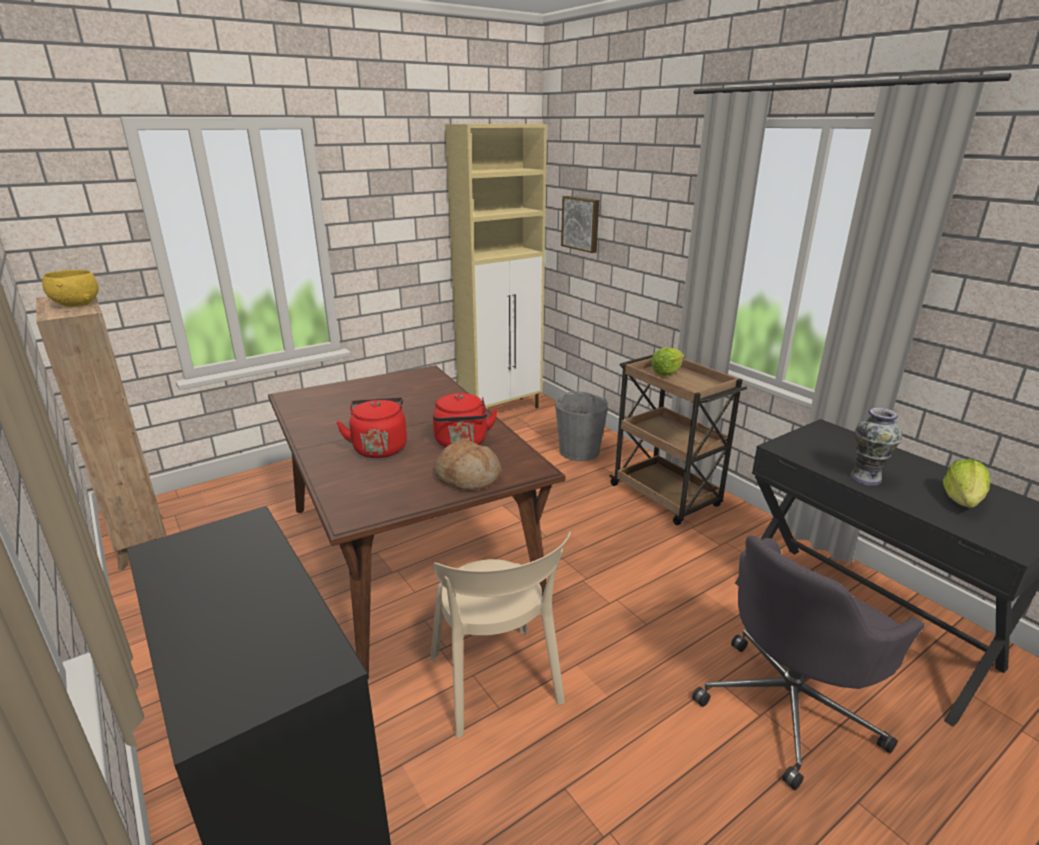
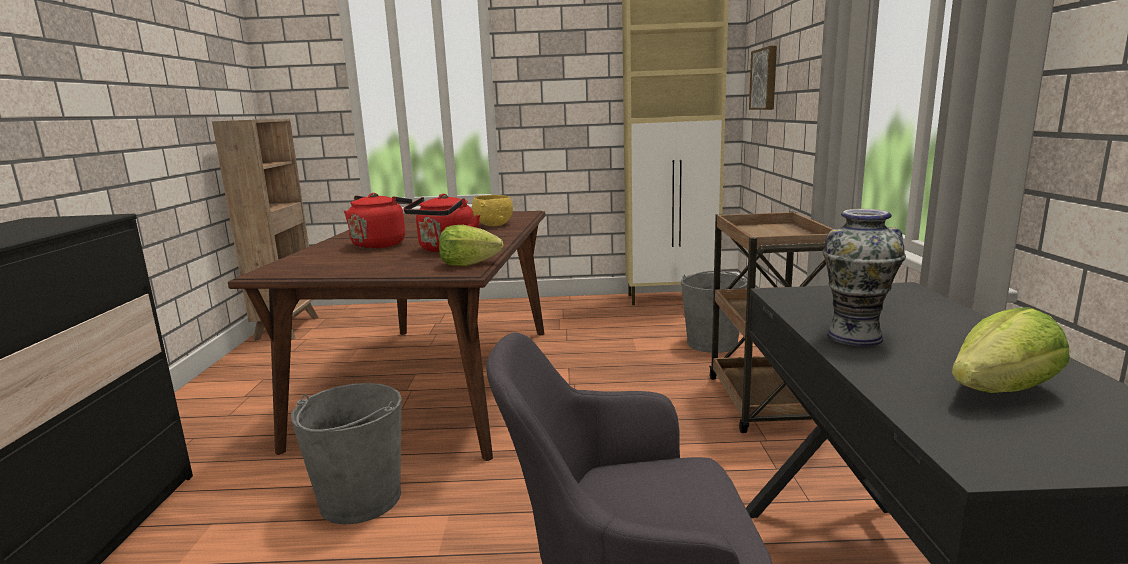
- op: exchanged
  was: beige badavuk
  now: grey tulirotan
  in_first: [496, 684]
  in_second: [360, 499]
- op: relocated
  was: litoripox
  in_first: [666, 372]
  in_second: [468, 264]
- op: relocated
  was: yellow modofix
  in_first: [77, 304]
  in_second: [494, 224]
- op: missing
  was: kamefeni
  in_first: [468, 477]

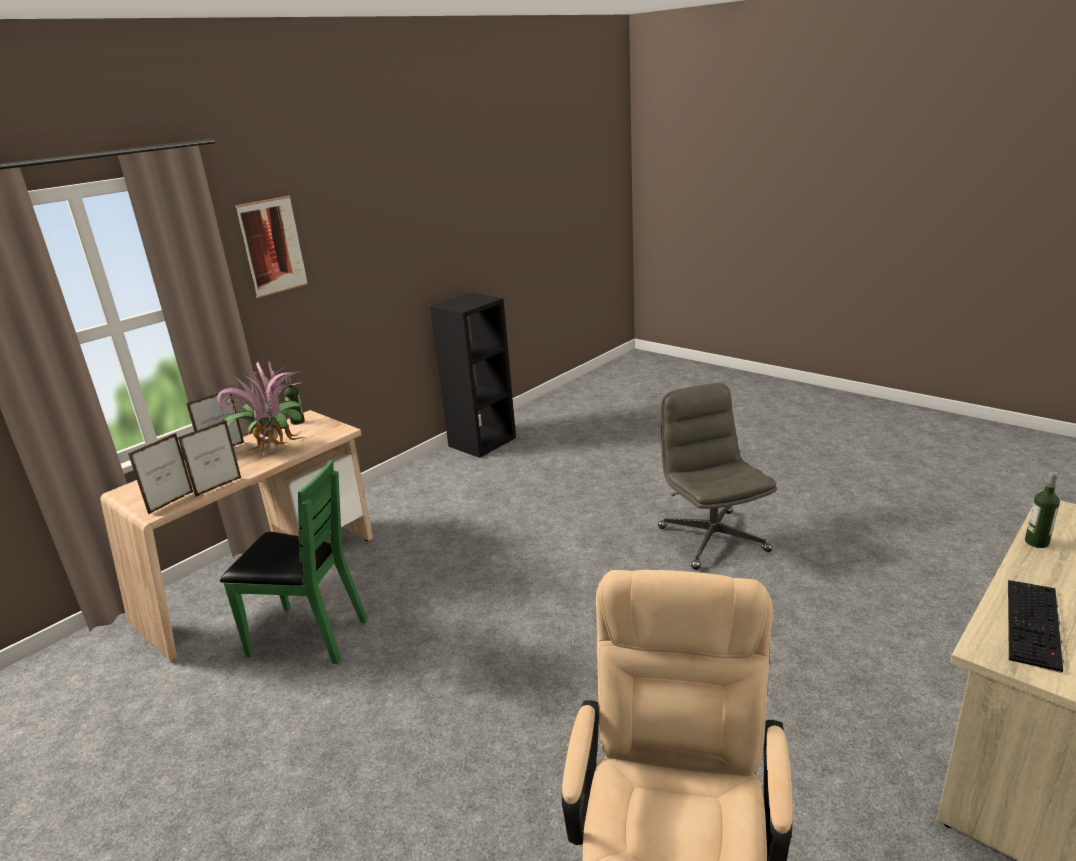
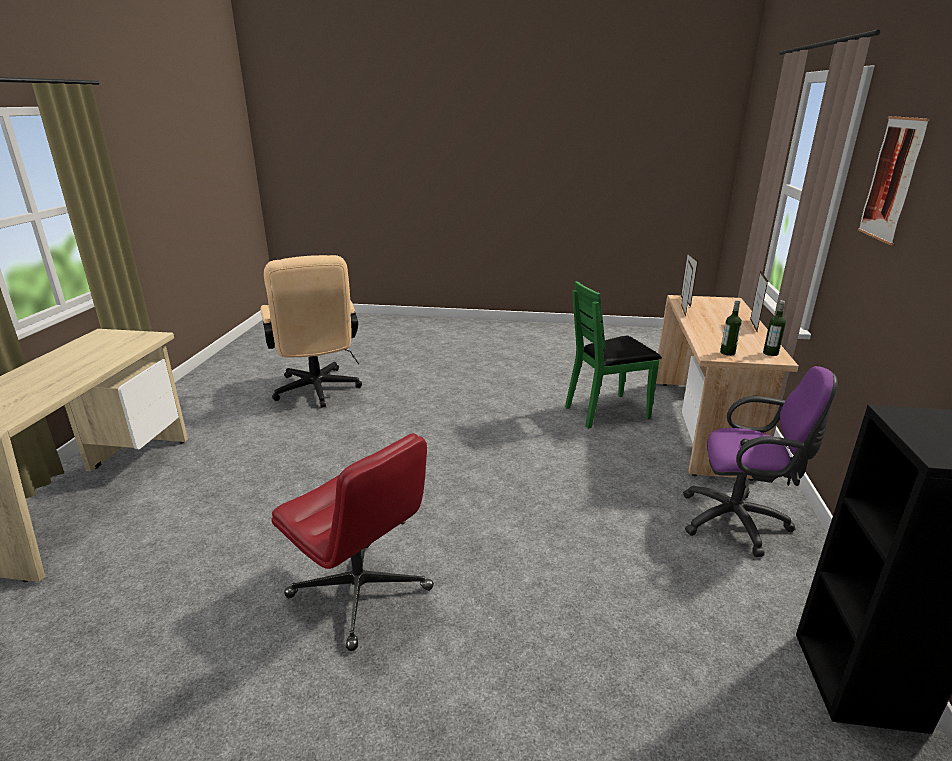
- op: colour
  was: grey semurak
  now: red semurak
  in_first: [711, 538]
  in_second: [361, 593]
- op: appeared
  now: purple semurak
  in_second: [740, 522]
- op: relocated
  was: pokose
  in_first: [1036, 542]
  in_second: [727, 353]
- op: missing
  was: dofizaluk
  in_first: [272, 451]
- op: missing
  was: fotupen
  in_first: [1035, 625]

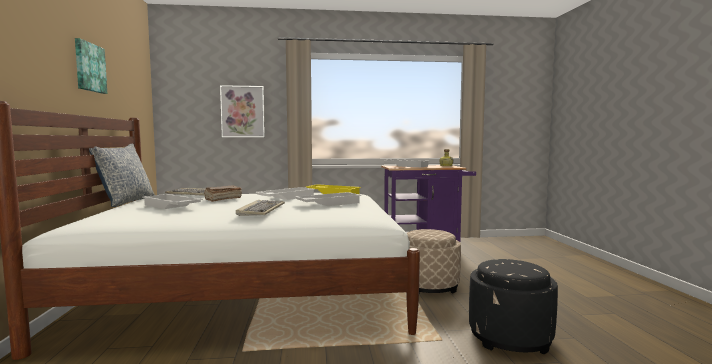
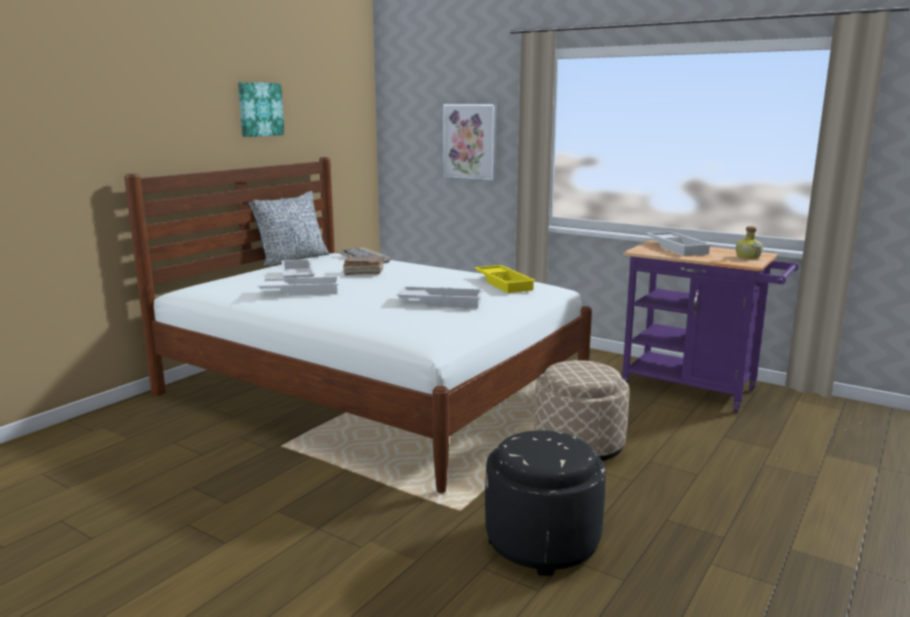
- op: relocated
  was: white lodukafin
  in_first: [286, 197]
  in_second: [301, 291]
- op: missing
  was: fotupen
  in_first: [261, 210]

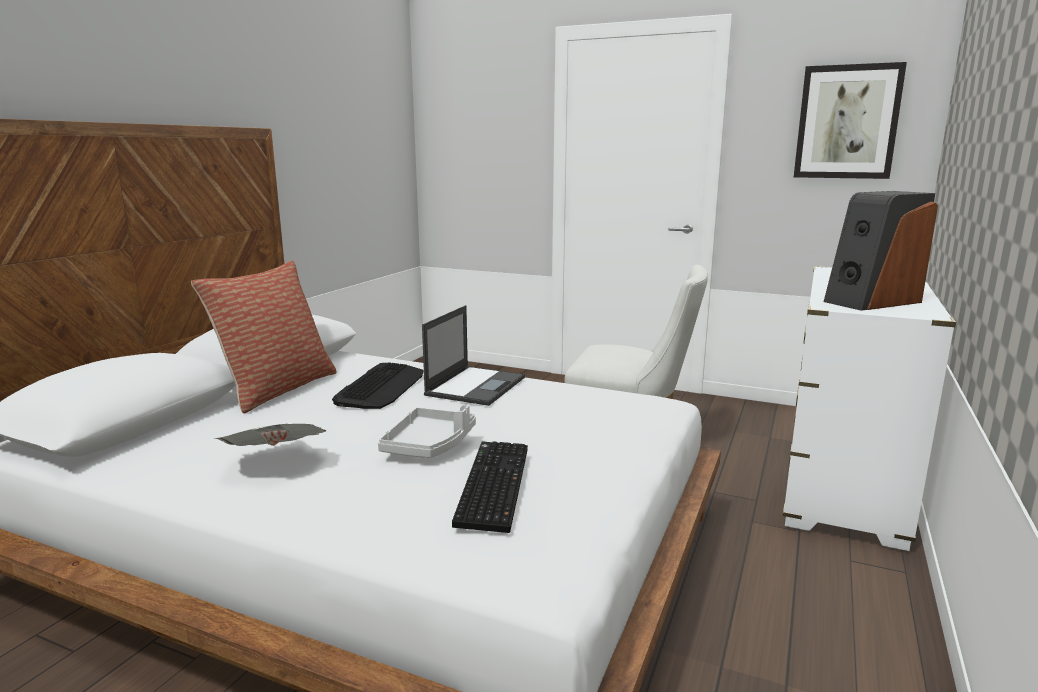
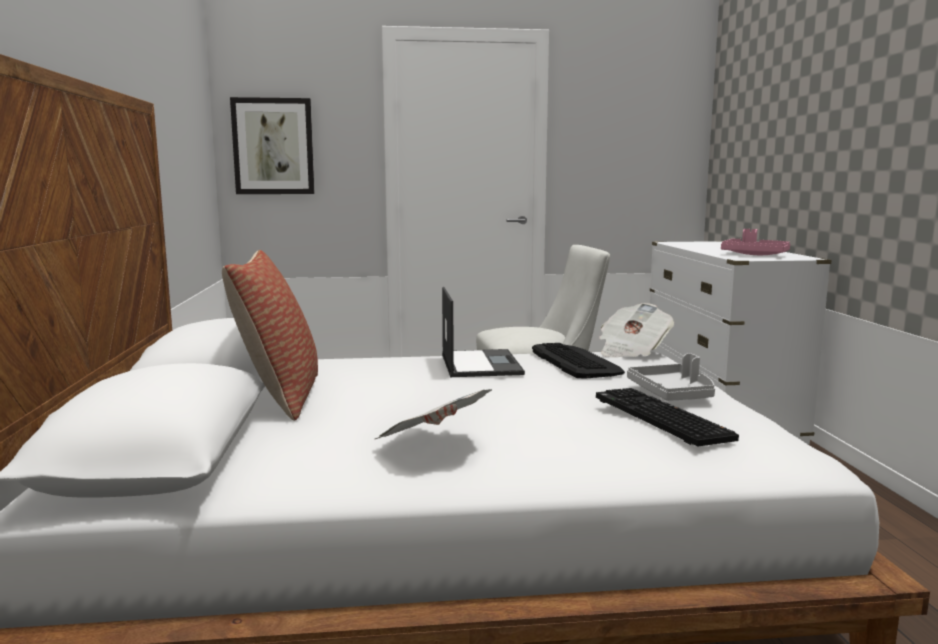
- op: relocated
  was: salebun
  in_first: [847, 122]
  in_second: [273, 146]
- op: relocated
  was: fotupen
  in_first: [381, 387]
  in_second: [575, 362]
- op: appeared
  now: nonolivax
  in_second: [631, 351]
- op: relocated
  was: grey lodukafin
  in_first: [430, 445]
  in_second: [673, 394]
- op: exchanged
  was: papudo
  now: pink lodukafin
  in_first: [871, 301]
  in_second: [754, 255]

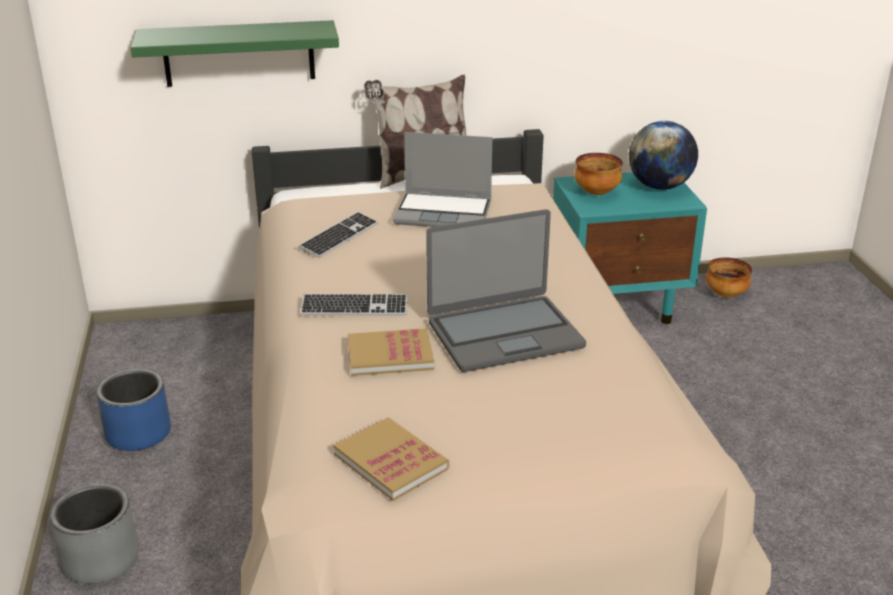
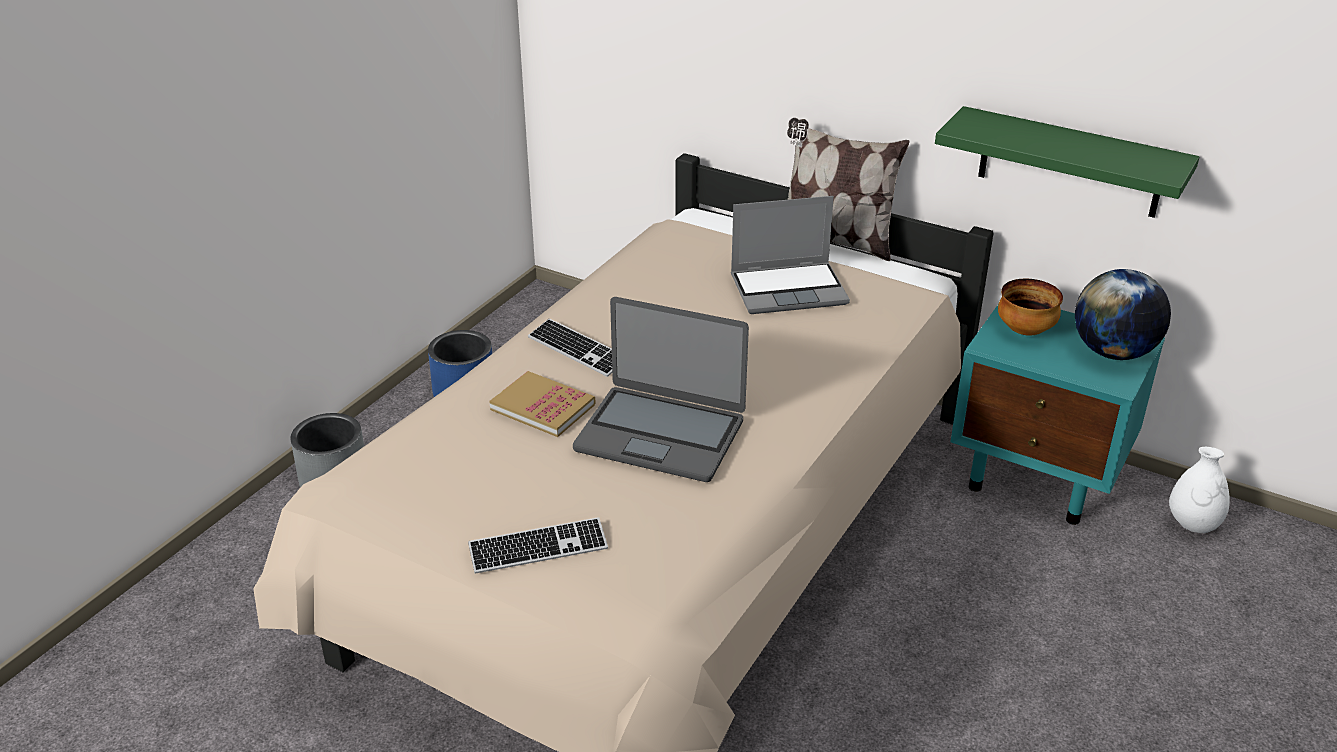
- op: relocated
  was: fotupen
  in_first: [339, 237]
  in_second: [538, 548]
- op: spun
  was: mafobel
  in_first: [444, 213]
  in_second: [789, 289]
  clockwise: -60
- op: relocated
  was: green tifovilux
  in_first: [239, 53]
  in_second: [1070, 163]
- op: exchanged
  was: modofix
  now: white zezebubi
  in_first: [725, 294]
  in_second: [1192, 524]
- op: missing
  was: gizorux
  in_first: [391, 461]

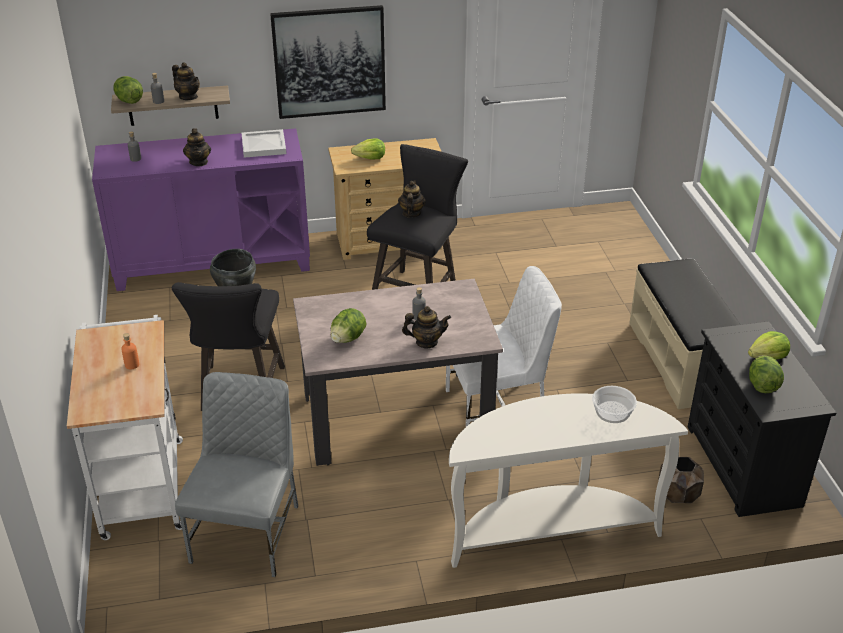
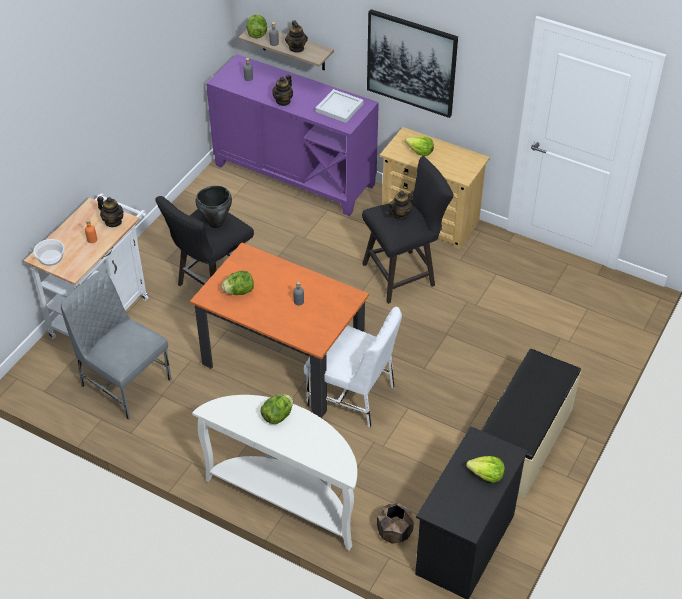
- op: relocated
  was: modofix
  in_first: [613, 412]
  in_second: [51, 257]
- op: spun
  was: grey badavuk
  in_first: [248, 532]
  in_second: [124, 382]
  clockwise: -105
- op: relocated
  was: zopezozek
  in_first: [426, 342]
  in_second: [113, 222]
- op: colour
  was: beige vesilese
  now: orange vesilese
  in_first: [396, 418]
  in_second: [283, 362]
- op: relocated
  was: litoripox
  in_first: [762, 385]
  in_second: [277, 416]

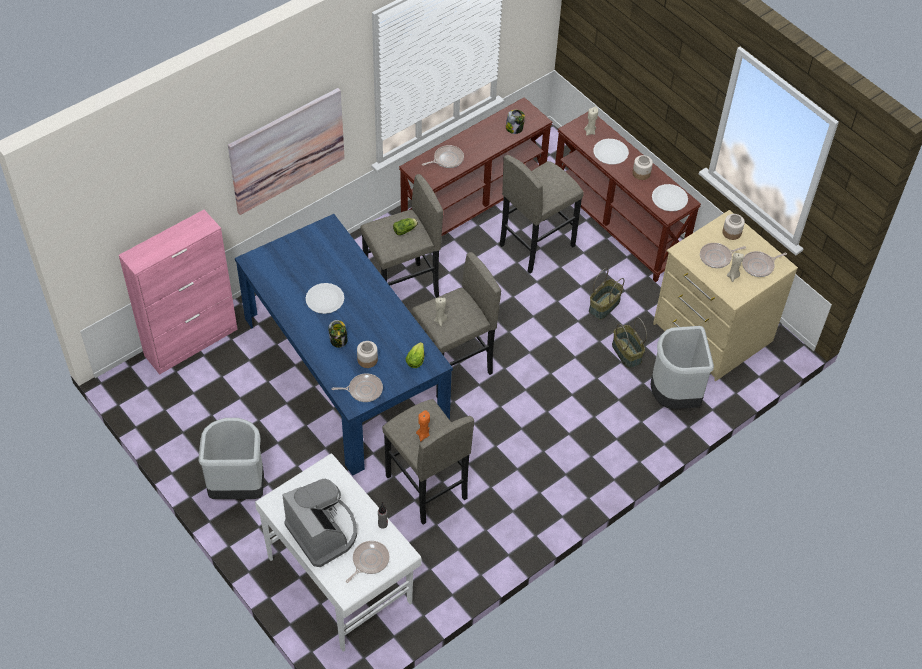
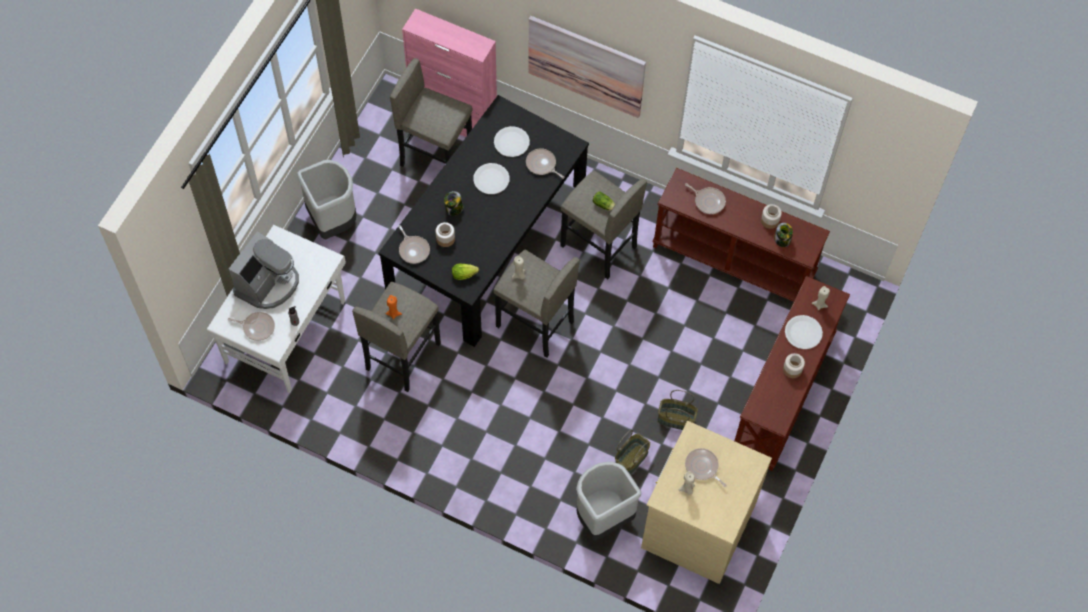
- op: colour
  was: blue vesilese
  now: black vesilese
  in_first: [344, 370]
  in_second: [487, 243]
- op: relocated
  was: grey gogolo
  in_first: [536, 245]
  in_second: [436, 158]
- op: relocated
  was: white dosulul
  in_first: [669, 198]
  in_second: [511, 142]
- op: relocated
  was: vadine
  in_first: [759, 266]
  in_second: [542, 165]
- op: relocated
  was: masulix
  in_first: [732, 232]
  in_second: [770, 221]

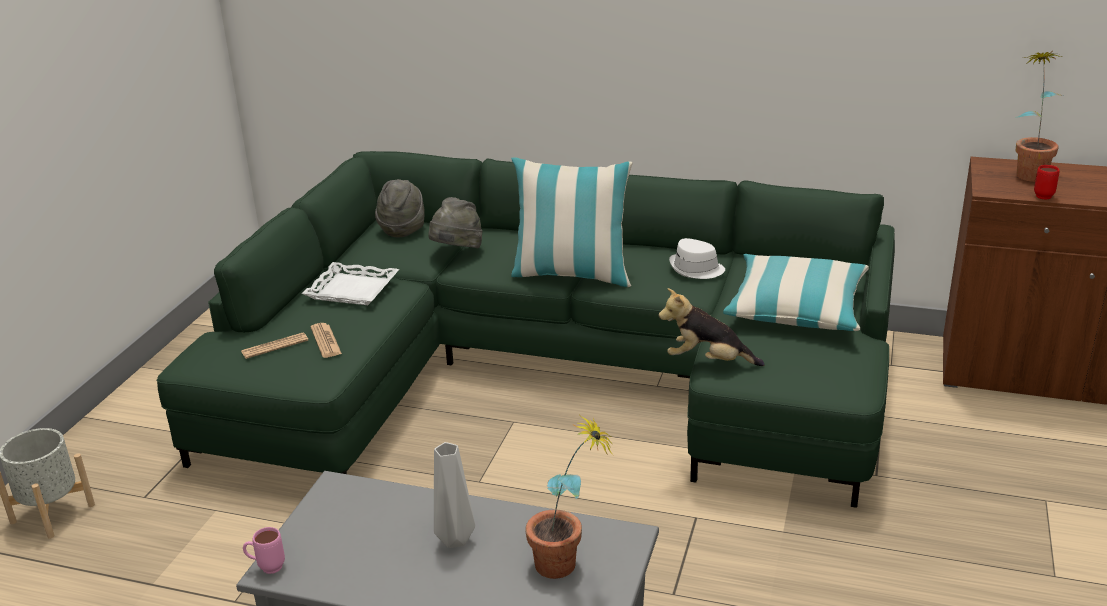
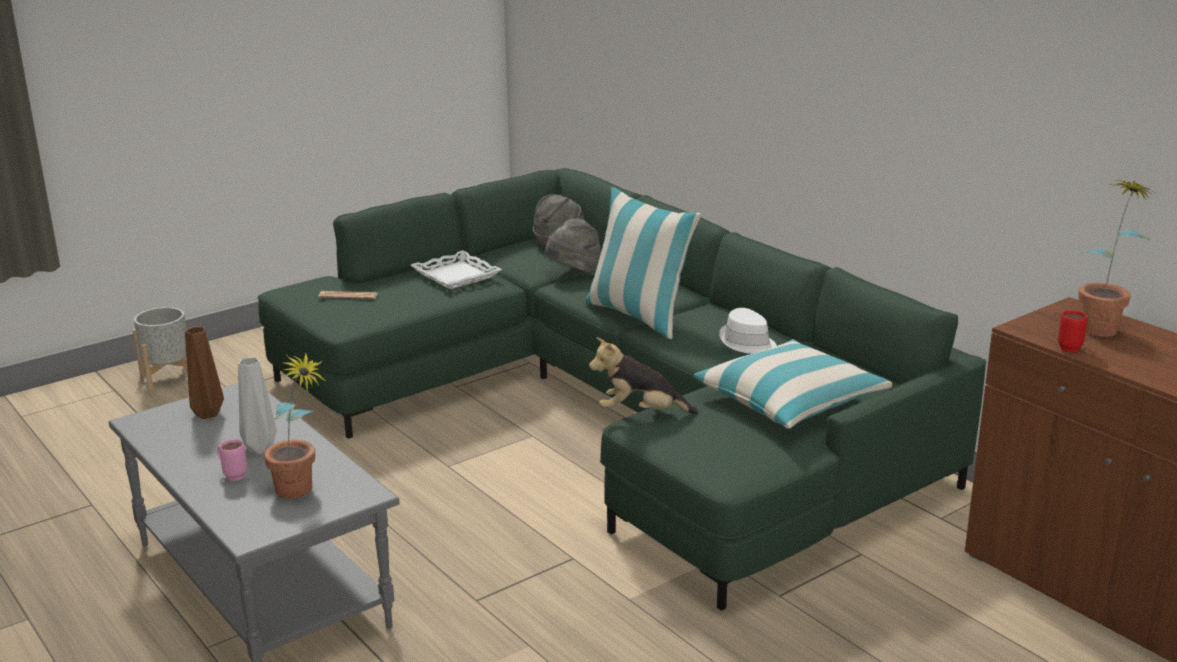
- op: appeared
  now: brown zezebubi
  in_second: [209, 414]
- op: relocated
  was: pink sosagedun
  in_first: [266, 567]
  in_second: [232, 475]
- op: spun
  was: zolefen
  in_first: [707, 361]
  in_second: [640, 412]
  clockwise: -45
- op: missing
  was: nonolivax
  in_first: [326, 341]

